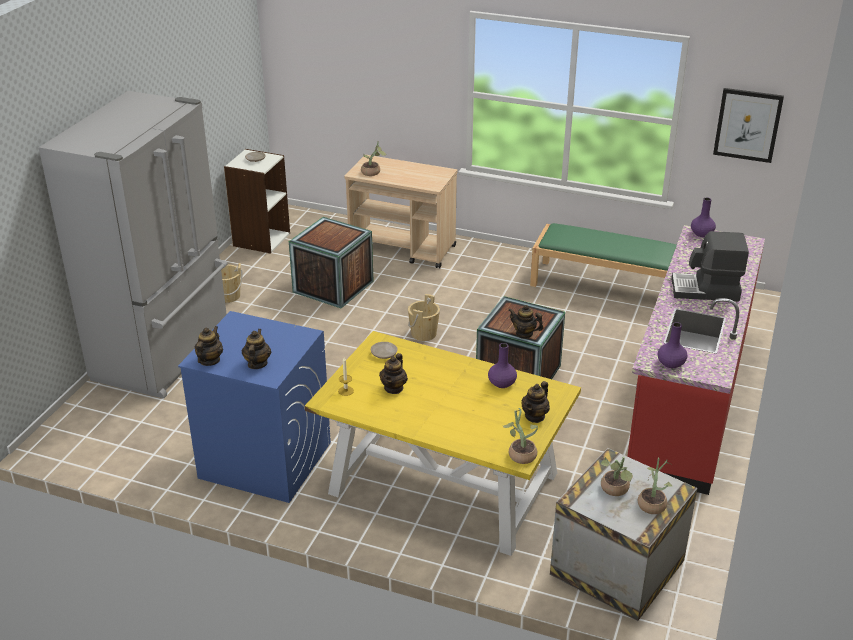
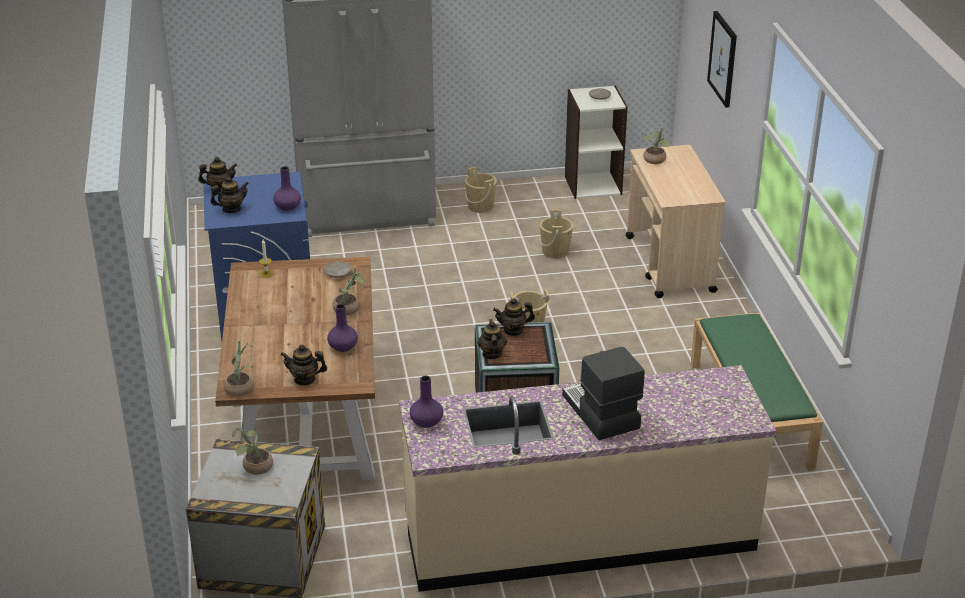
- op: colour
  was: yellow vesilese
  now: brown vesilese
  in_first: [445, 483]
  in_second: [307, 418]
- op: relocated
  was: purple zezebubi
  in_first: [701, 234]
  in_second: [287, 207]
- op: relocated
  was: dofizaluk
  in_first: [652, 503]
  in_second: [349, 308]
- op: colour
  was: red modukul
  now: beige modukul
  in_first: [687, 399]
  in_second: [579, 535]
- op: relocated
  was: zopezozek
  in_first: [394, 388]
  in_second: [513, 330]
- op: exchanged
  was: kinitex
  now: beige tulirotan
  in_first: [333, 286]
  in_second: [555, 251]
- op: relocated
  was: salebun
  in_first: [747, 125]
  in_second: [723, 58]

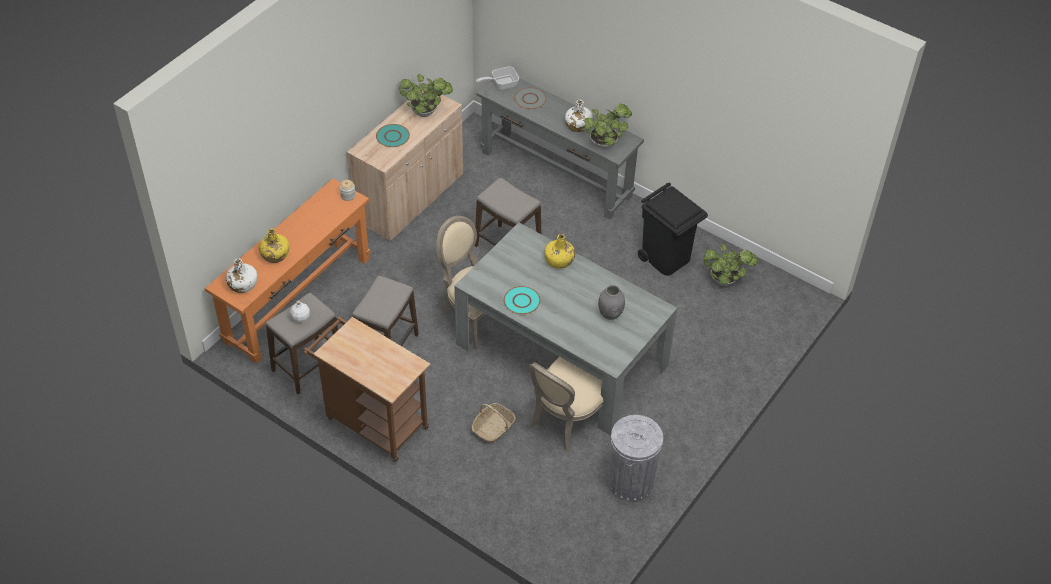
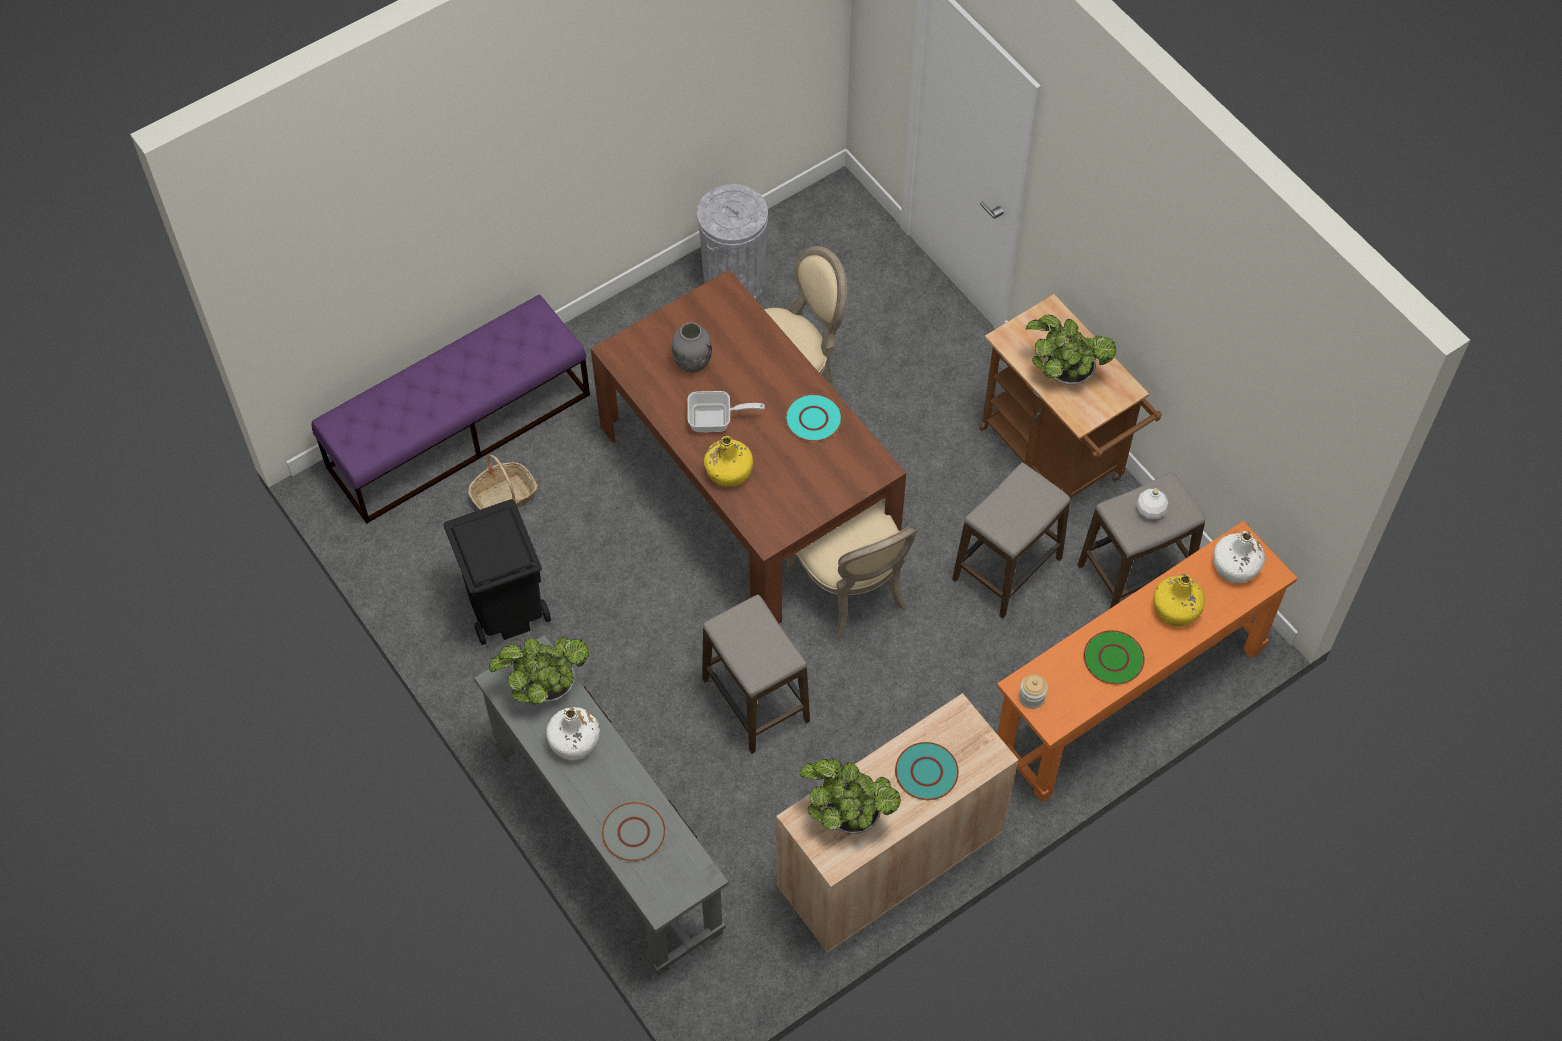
- op: appeared
  now: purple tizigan
  in_second: [460, 430]
- op: relocated
  was: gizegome
  in_first: [493, 428]
  in_second: [504, 496]
- op: colour
  was: grey vesilese
  now: brown vesilese
  in_first: [562, 355]
  in_second: [747, 486]
- op: relocated
  was: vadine
  in_first: [501, 84]
  in_second: [716, 420]
- op: relocated
  was: dofizaluk
  in_first: [725, 280]
  in_second: [1064, 373]
- op: appeared
  now: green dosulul
  in_second: [1113, 659]

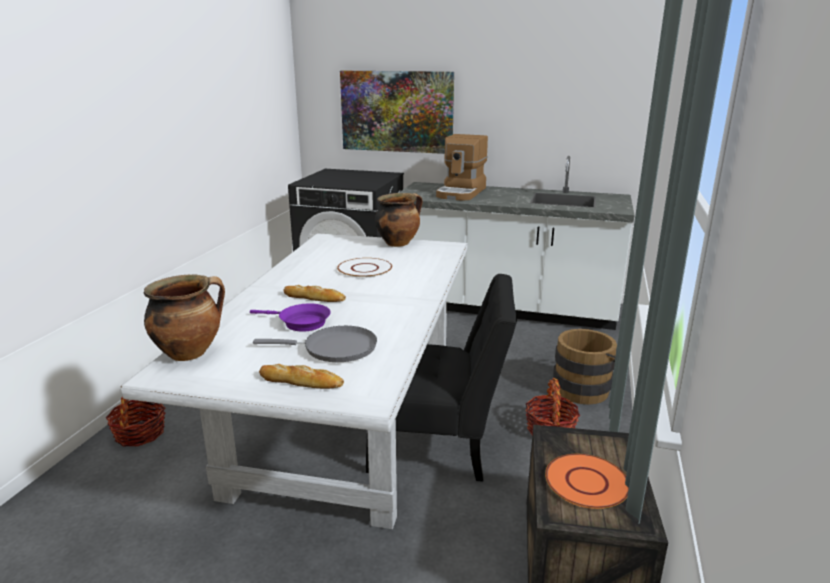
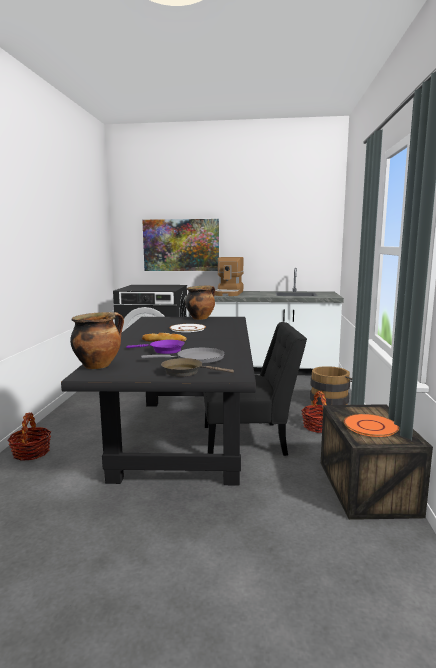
- op: colour
  was: white vesilese
  now: black vesilese
  in_first: [348, 426]
  in_second: [184, 436]
- op: exchanged
  was: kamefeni
  now: brown vadine
  in_first: [301, 381]
  in_second: [186, 372]

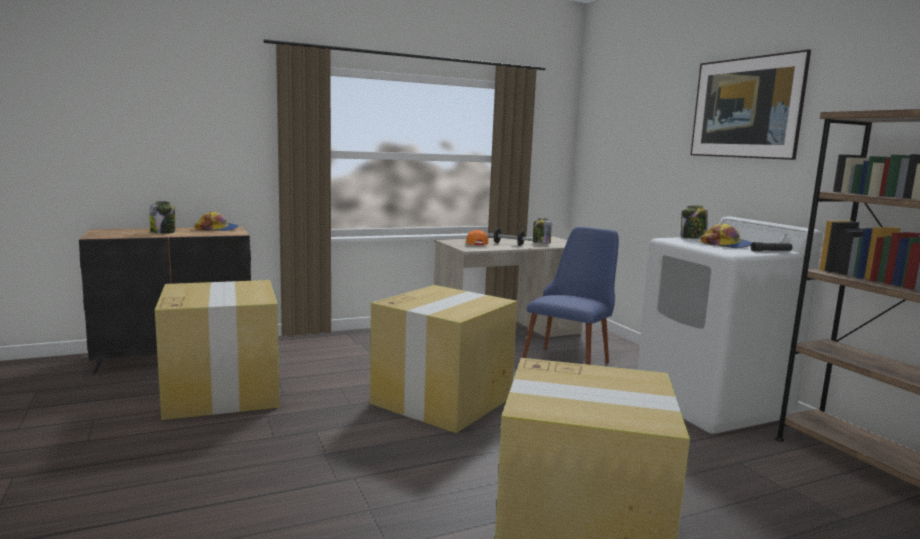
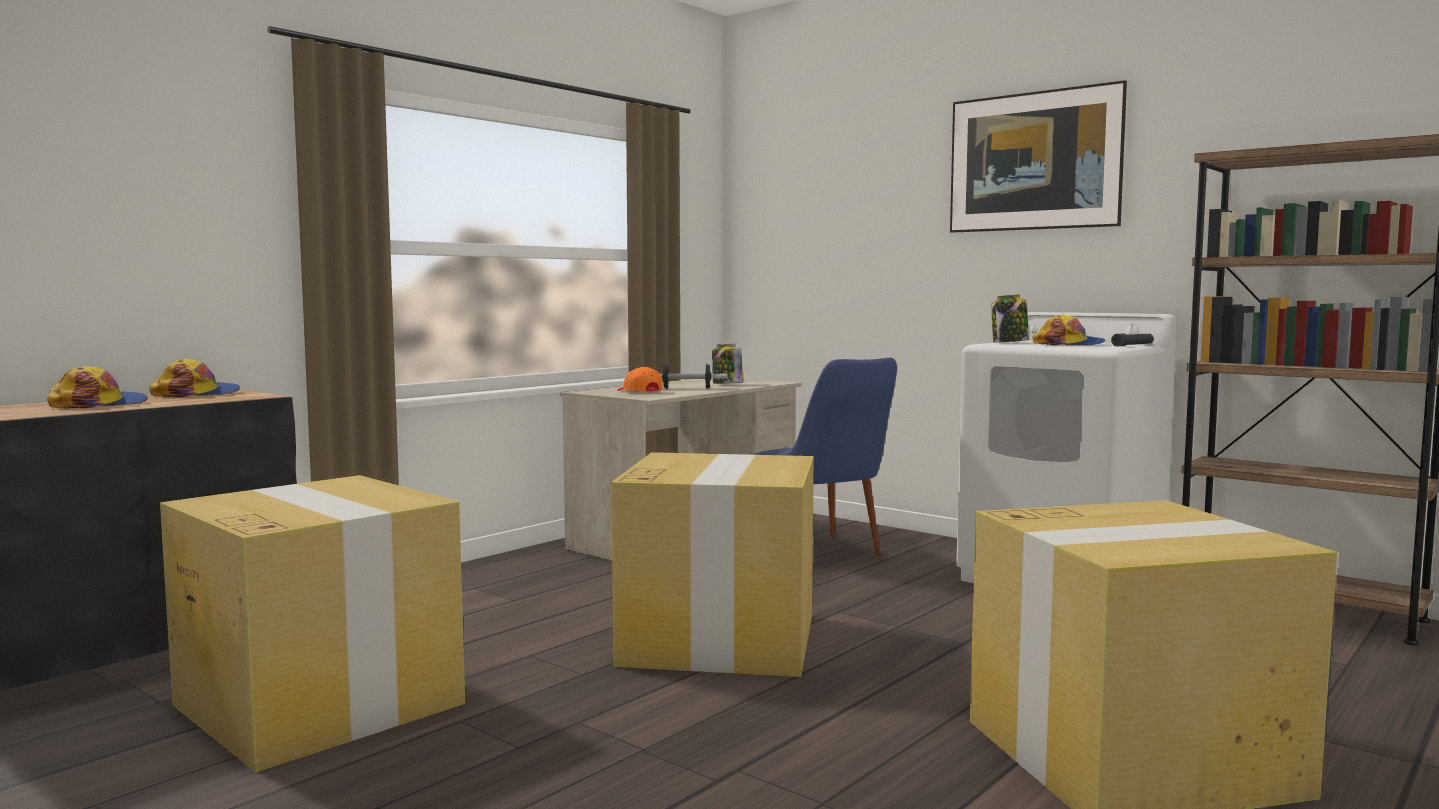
- op: exchanged
  was: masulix
  now: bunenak
  in_first: [163, 232]
  in_second: [99, 404]
- op: spun
  was: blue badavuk
  in_first: [571, 359]
  in_second: [822, 556]
  clockwise: 150

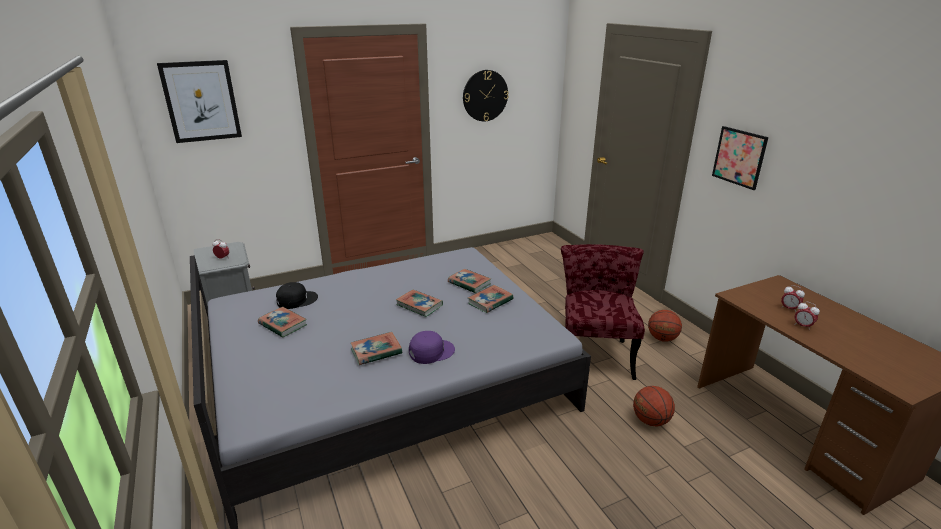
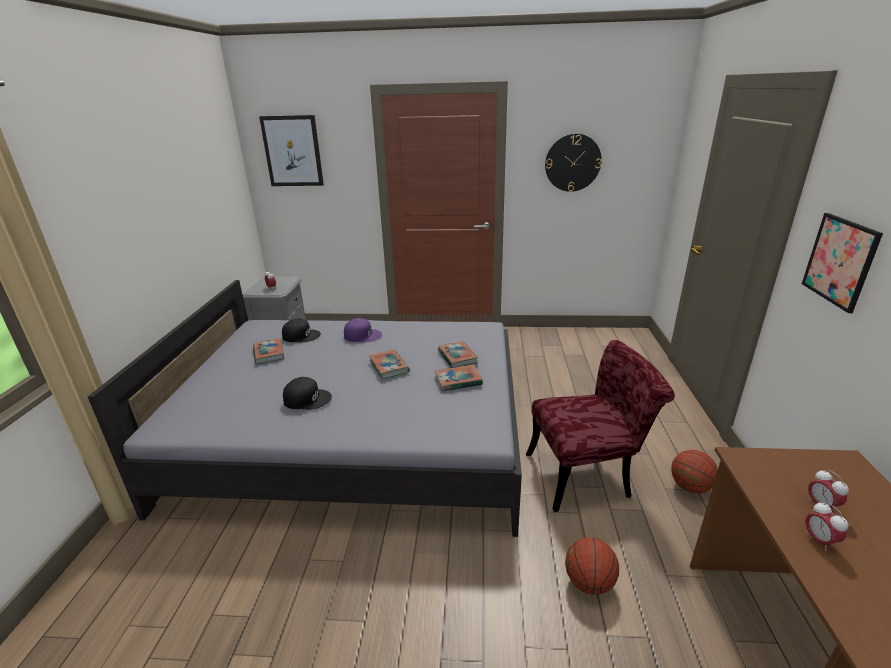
- op: exchanged
  was: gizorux
  now: black bunenak
  in_first: [376, 351]
  in_second: [307, 398]
- op: relocated
  was: purple bunenak
  in_first: [431, 351]
  in_second: [362, 335]
- op: spun
  was: red badavuk
  in_first: [595, 352]
  in_second: [587, 474]
  clockwise: 45

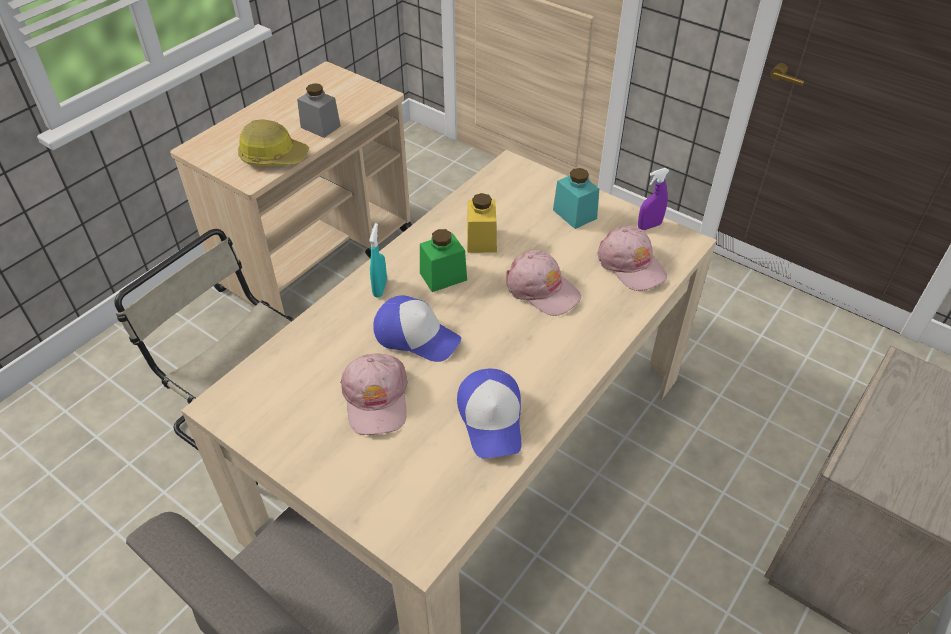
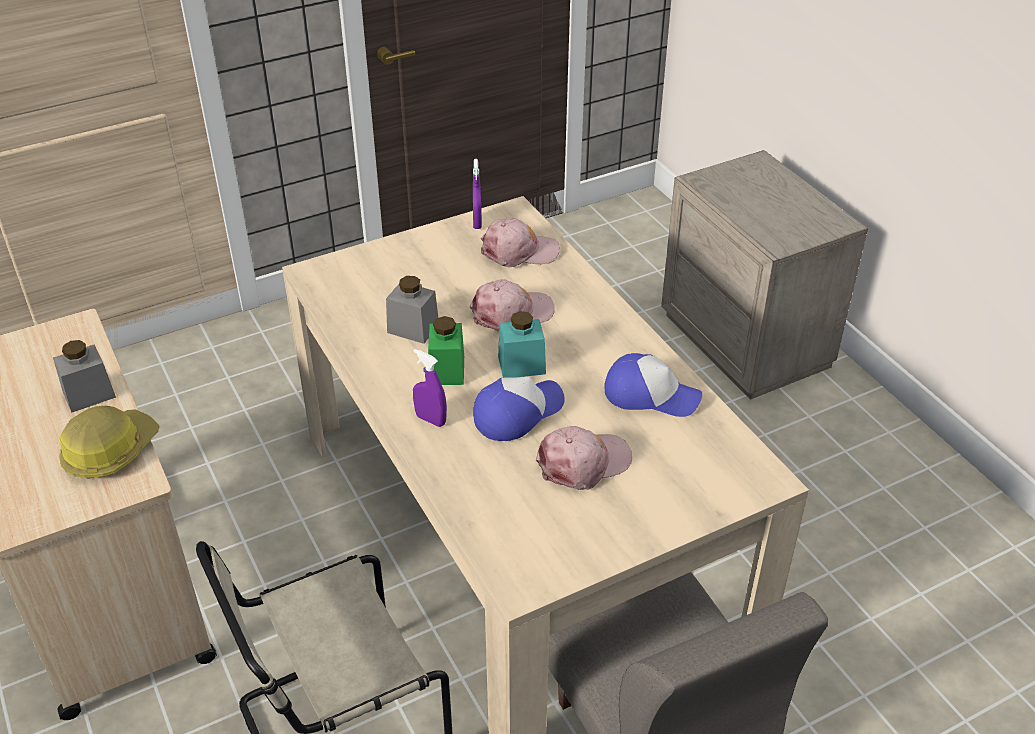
- op: colour
  was: yellow masulix
  now: grey masulix
  in_first: [481, 240]
  in_second: [413, 328]
- op: colour
  was: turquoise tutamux
  now: purple tutamux
  in_first: [380, 288]
  in_second: [430, 419]
- op: relocated
  was: turquoise masulix
  in_first: [574, 214]
  in_second: [521, 365]
- op: spun
  was: pink bunenak
  in_first: [376, 399]
  in_second: [584, 463]
  clockwise: -45

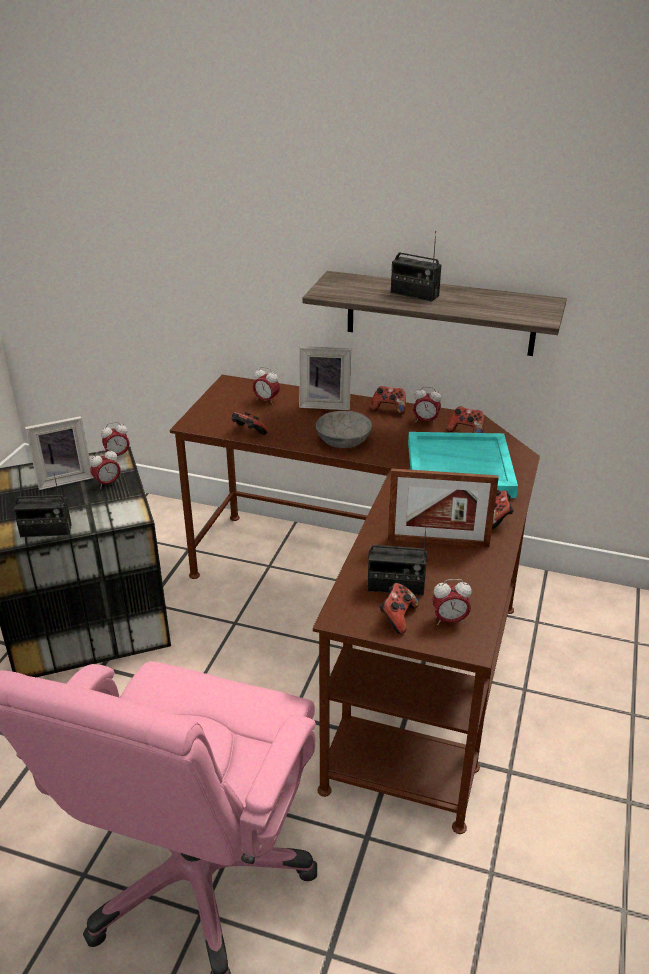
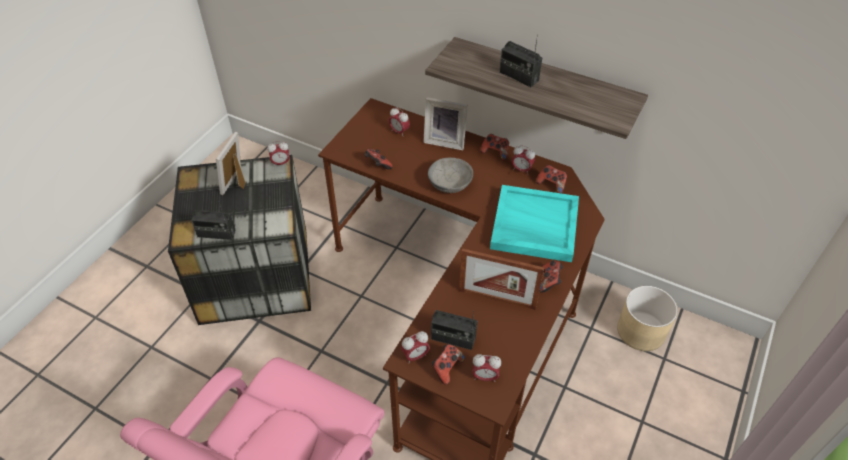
- op: spun
  was: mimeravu
  in_first: [64, 478]
  in_second: [237, 182]
  clockwise: 120
- op: relocated
  was: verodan
  in_first: [107, 483]
  in_second: [415, 356]
- op: appeared
  now: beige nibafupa
  in_second: [641, 331]

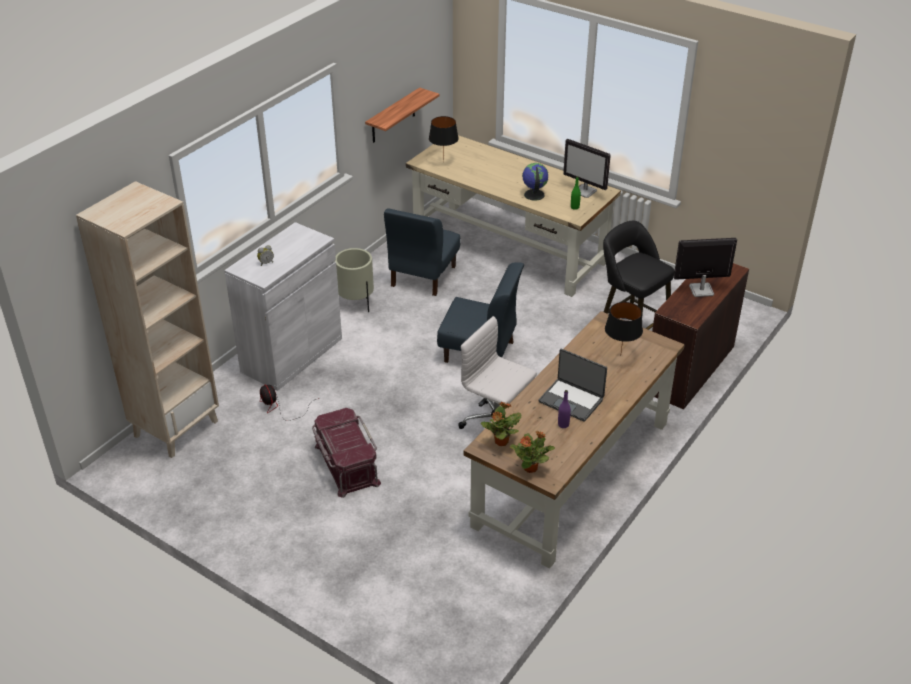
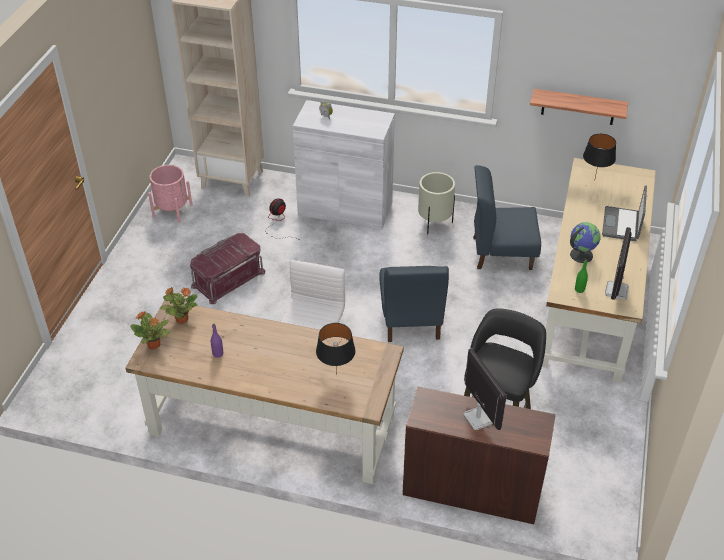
- op: appeared
  now: pink nibafupa
  in_second: [172, 210]
- op: relocated
  was: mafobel
  in_first: [571, 400]
  in_second: [622, 224]

